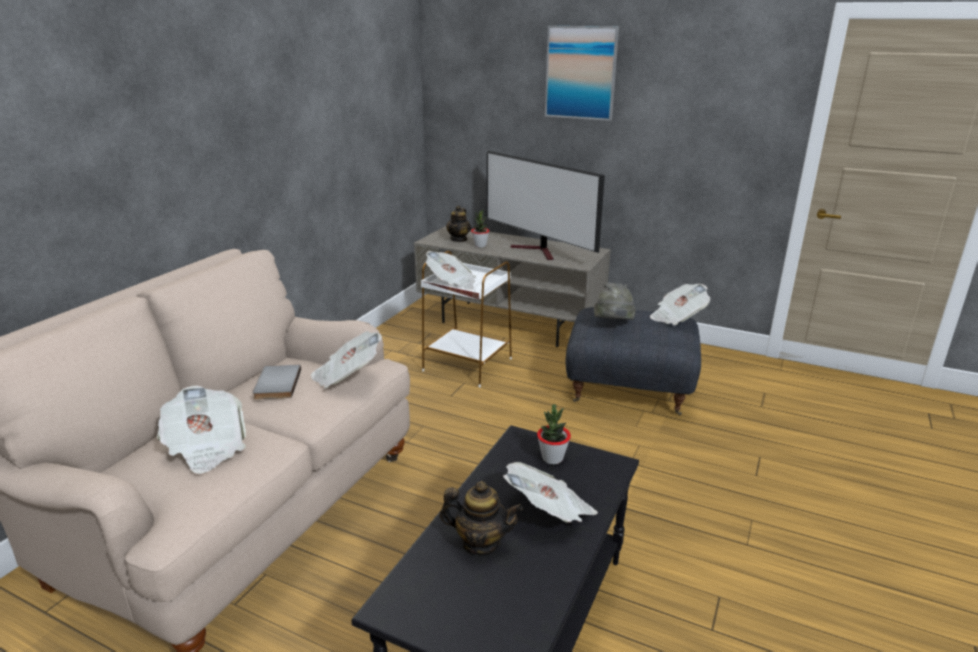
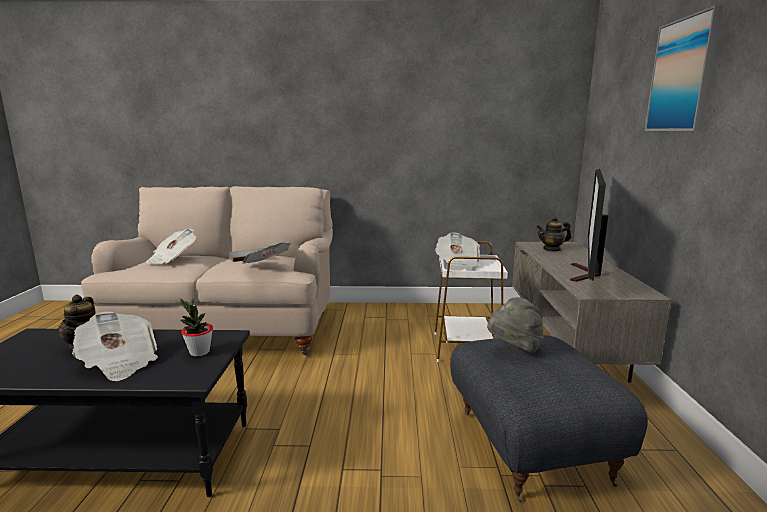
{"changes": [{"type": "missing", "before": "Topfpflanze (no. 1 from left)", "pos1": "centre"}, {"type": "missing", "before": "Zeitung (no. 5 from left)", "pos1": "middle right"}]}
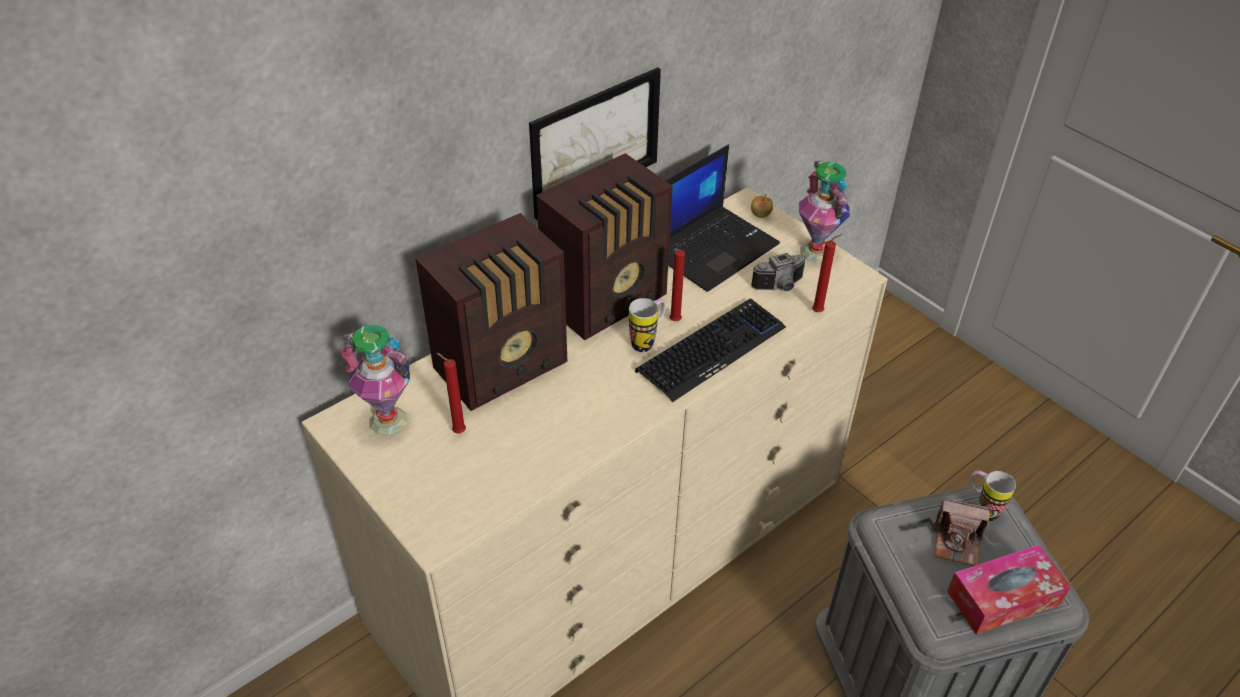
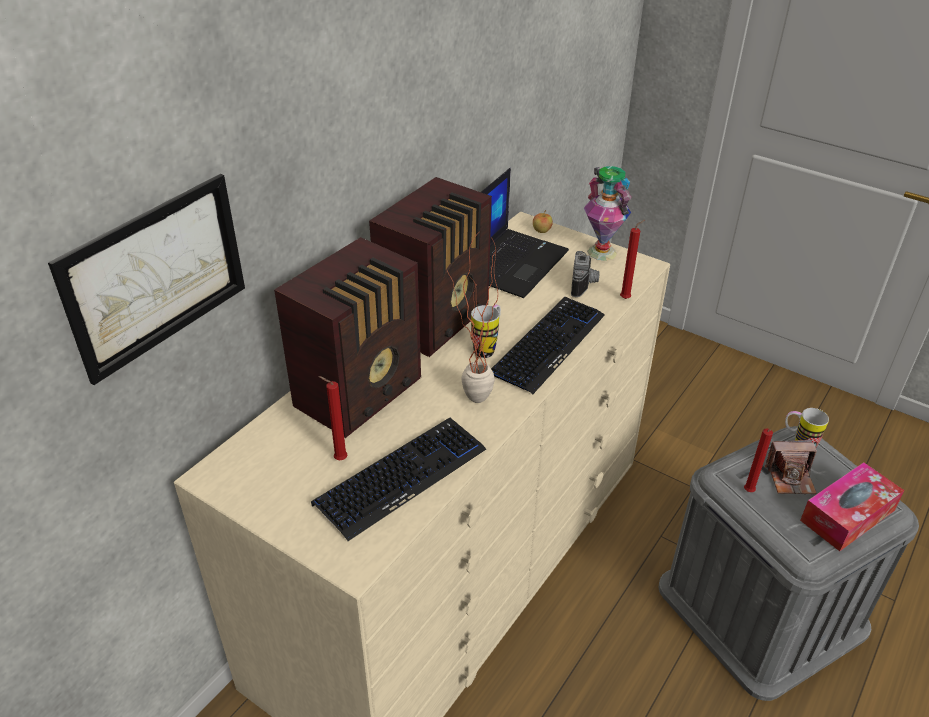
{"changes": [{"type": "missing", "before": "Vase (no. 1 from left)", "pos1": "middle left"}, {"type": "appeared", "after": "Tastatur (no. 1 from left)", "pos2": "bottom centre"}, {"type": "appeared", "after": "Topfpflanze", "pos2": "centre"}, {"type": "relocated", "before": "Bild", "pos1": "top centre", "pos2": "middle left"}, {"type": "relocated", "before": "Kerze/rot (no. 2 from left in the first image)", "after": "Kerze/rot (no. 3 from left)", "pos1": "centre", "pos2": "middle right"}, {"type": "spun", "before": "Kamera (no. 1 from left)", "pos1": "centre", "pos2": "centre", "turn": -45}]}
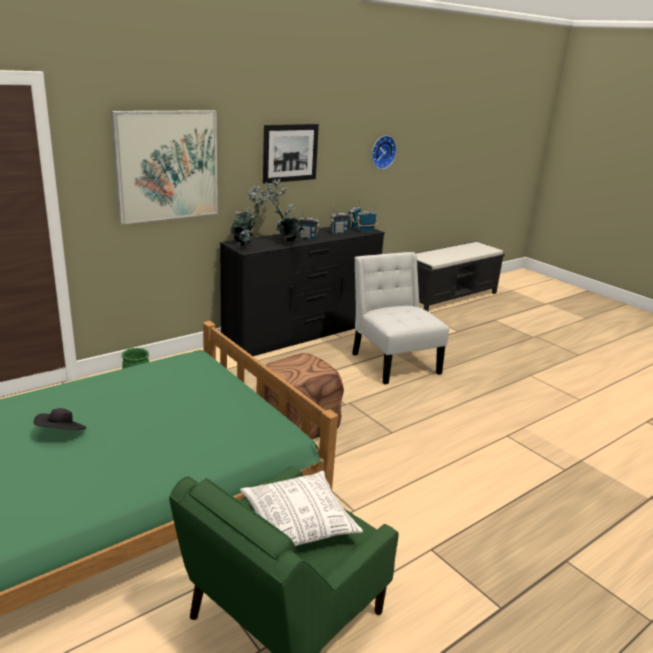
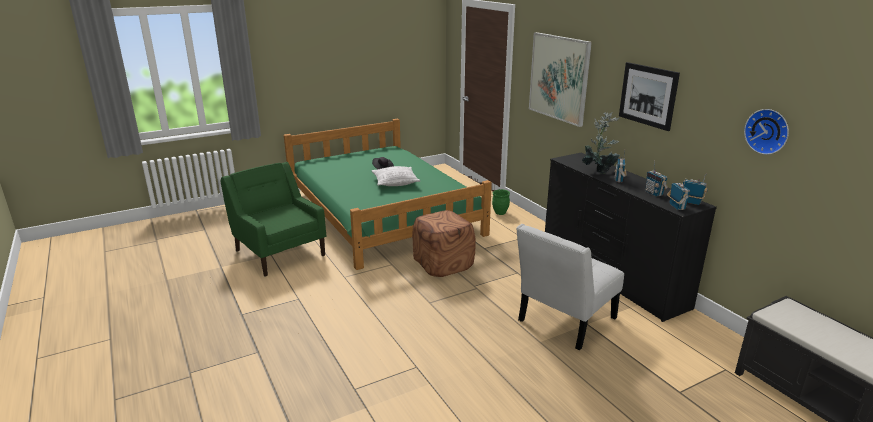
{"changes": [{"type": "missing", "before": "Topfpflanze (no. 1 from left)", "pos1": "top centre"}, {"type": "relocated", "before": "Kissen", "pos1": "bottom centre", "pos2": "centre"}, {"type": "spun", "before": "Stuhl/weiß", "pos1": "centre", "pos2": "bottom centre", "turn": 150}]}
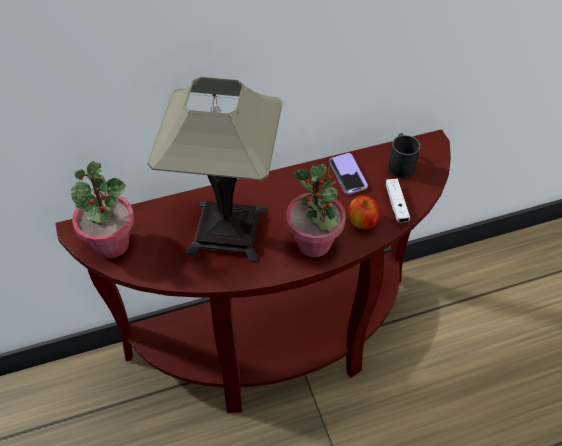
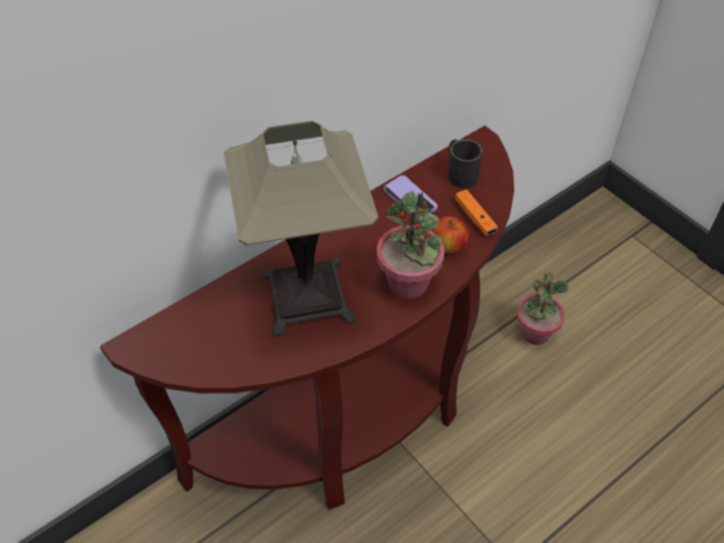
{"changes": [{"type": "relocated", "before": "Topfpflanze (no. 1 from left in the first image)", "after": "Topfpflanze (no. 2 from left)", "pos1": "middle left", "pos2": "middle right"}, {"type": "colour", "before": "Gamepad/weiß", "after": "Gamepad/orange", "pos1": "middle right", "pos2": "centre"}]}
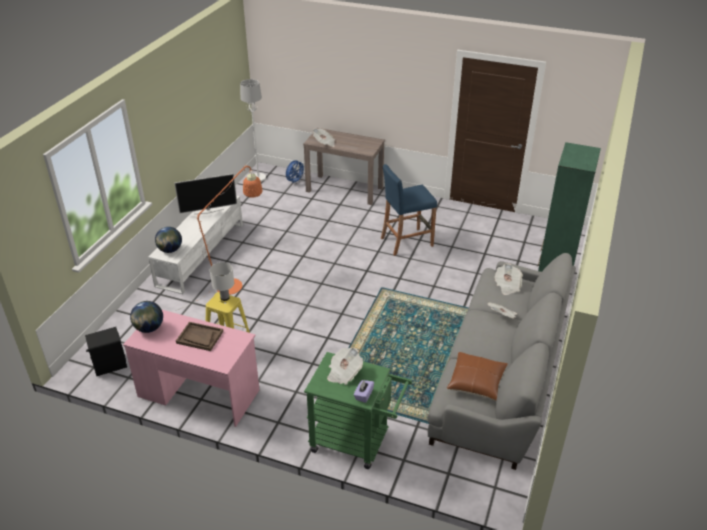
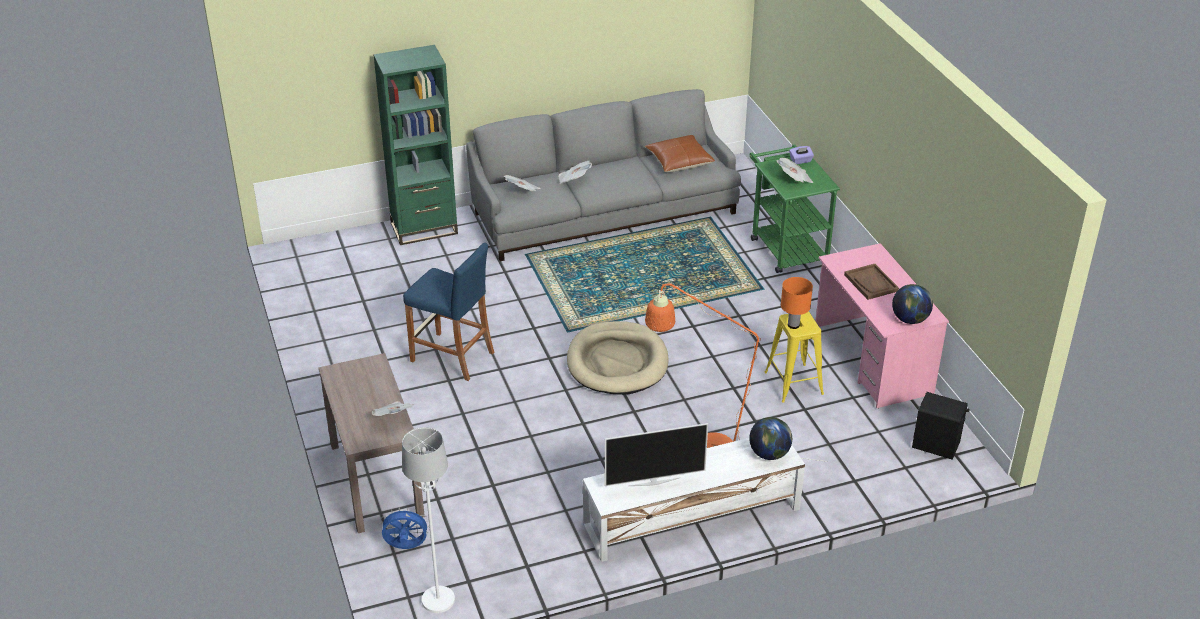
{"changes": [{"type": "appeared", "after": "Hundebett/beige", "pos2": "centre"}, {"type": "colour", "before": "Tischlampe/weiß", "after": "Tischlampe/orange", "pos1": "middle left", "pos2": "centre"}, {"type": "spun", "before": "Fernseher", "pos1": "middle left", "pos2": "bottom centre", "turn": 135}]}
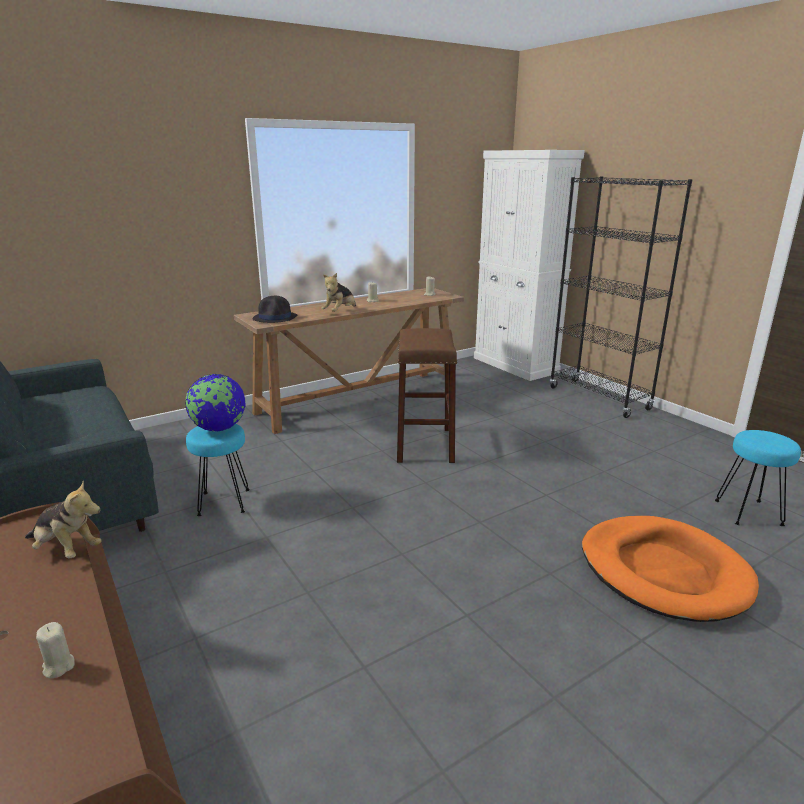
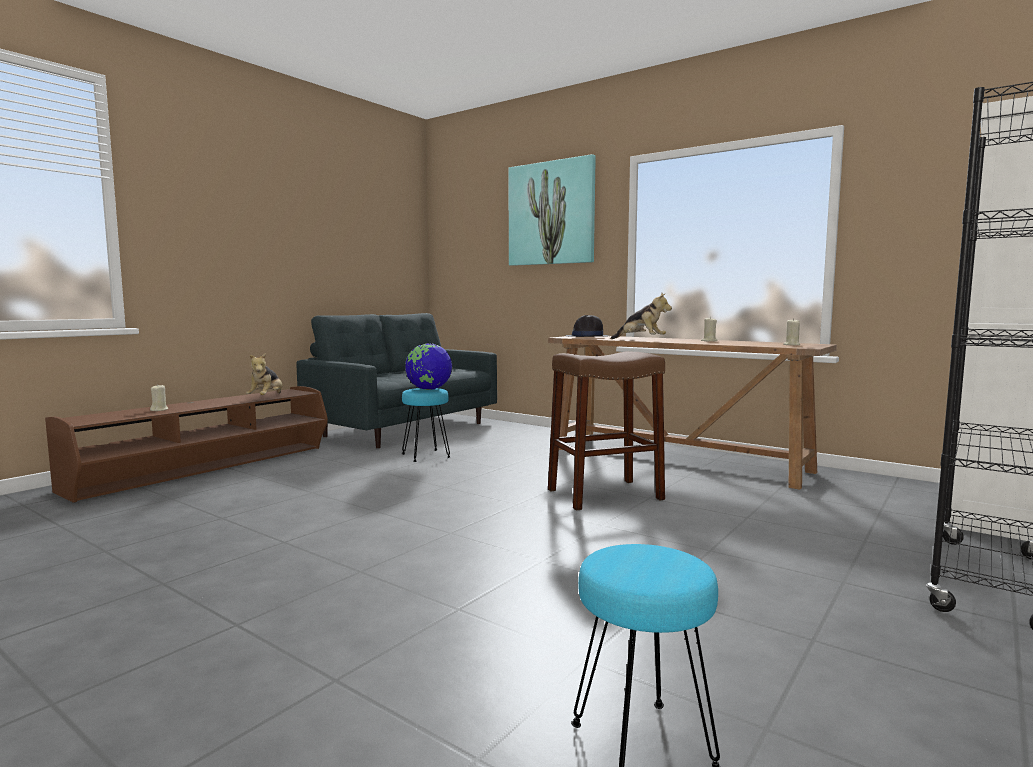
{"changes": [{"type": "missing", "before": "Hundebett/orange", "pos1": "bottom right"}, {"type": "appeared", "after": "Bild", "pos2": "top centre"}, {"type": "spun", "before": "Plüschtier (no. 2 from left)", "pos1": "centre", "pos2": "centre", "turn": -150}]}
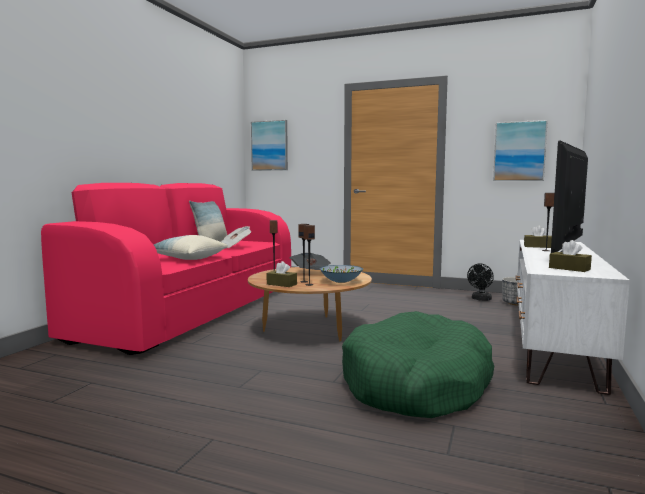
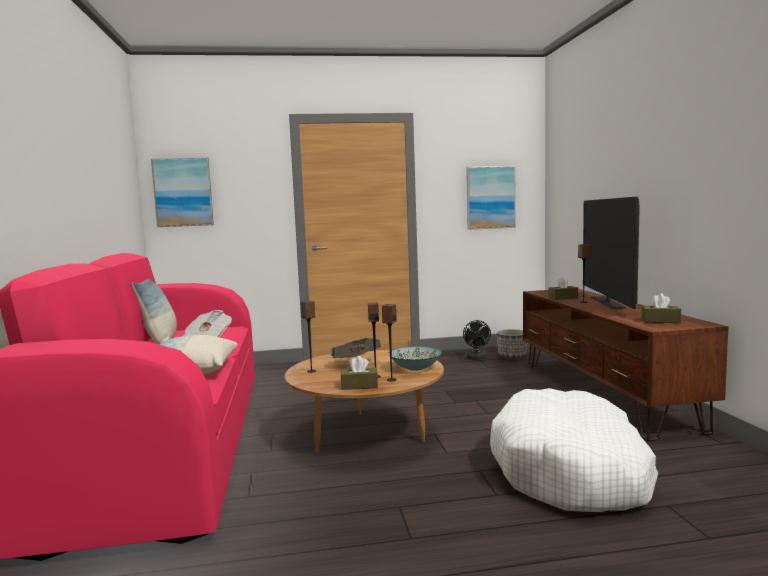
{"changes": [{"type": "colour", "before": "Hundebett/grün", "after": "Hundebett/weiß", "pos1": "bottom centre", "pos2": "bottom right"}, {"type": "colour", "before": "Fernsehschrank/weiß", "after": "Fernsehschrank/braun", "pos1": "middle right", "pos2": "middle right"}]}
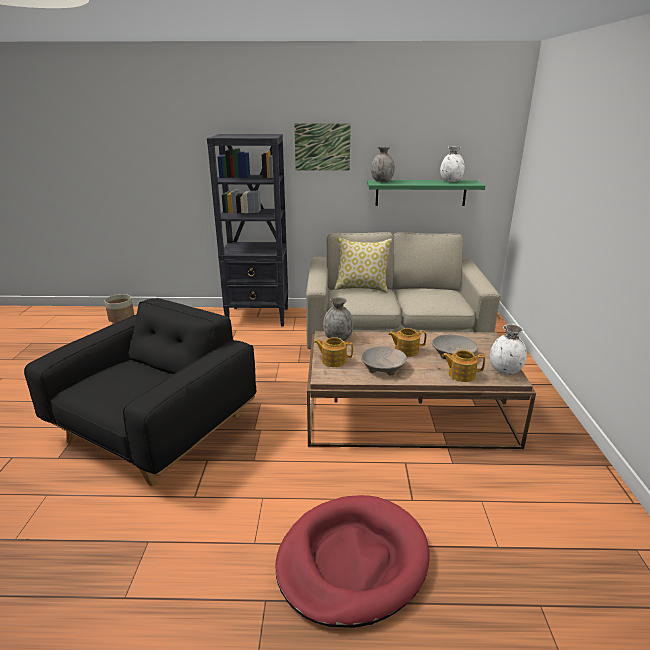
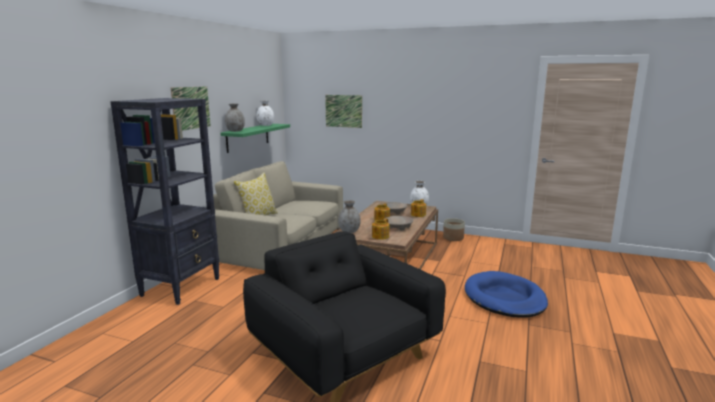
{"changes": [{"type": "appeared", "after": "Bild (no. 2 from left)", "pos2": "top centre"}, {"type": "relocated", "before": "Pflanzkübel", "pos1": "middle left", "pos2": "centre"}, {"type": "colour", "before": "Hundebett/rot", "after": "Hundebett/blau", "pos1": "bottom centre", "pos2": "bottom right"}]}
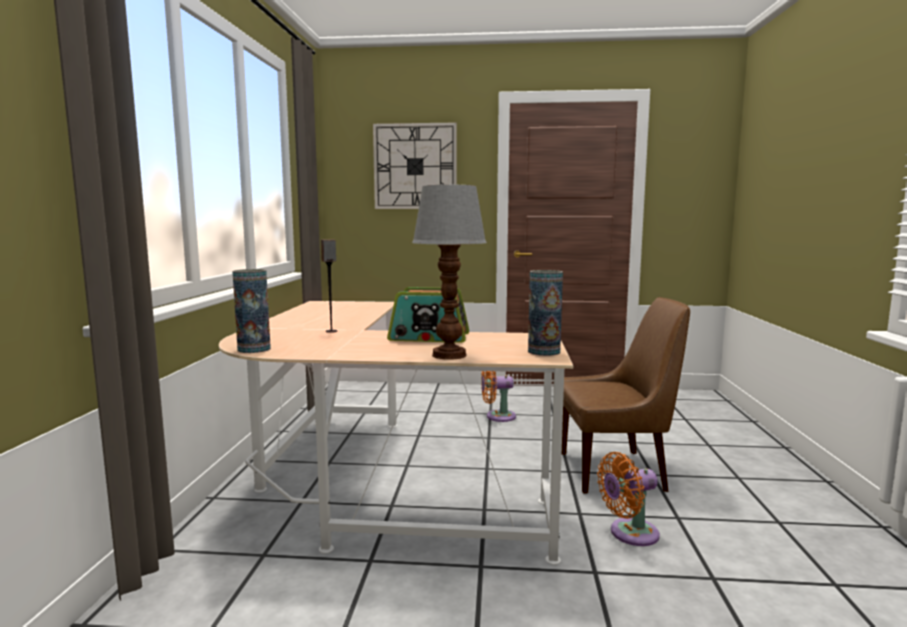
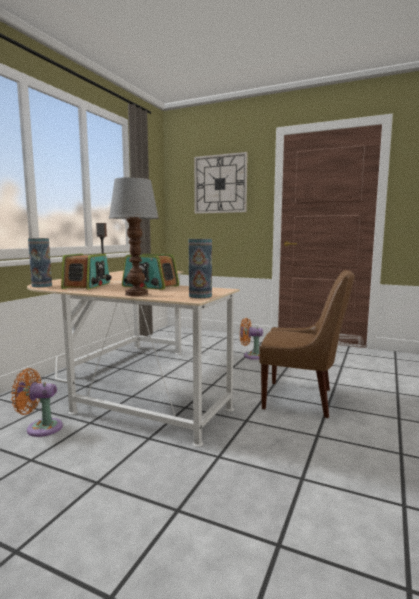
{"changes": [{"type": "appeared", "after": "Radio (no. 1 from left)", "pos2": "middle left"}, {"type": "relocated", "before": "Ventilator/orange (no. 2 from left in the first image)", "after": "Ventilator/orange (no. 1 from left)", "pos1": "bottom right", "pos2": "bottom left"}]}
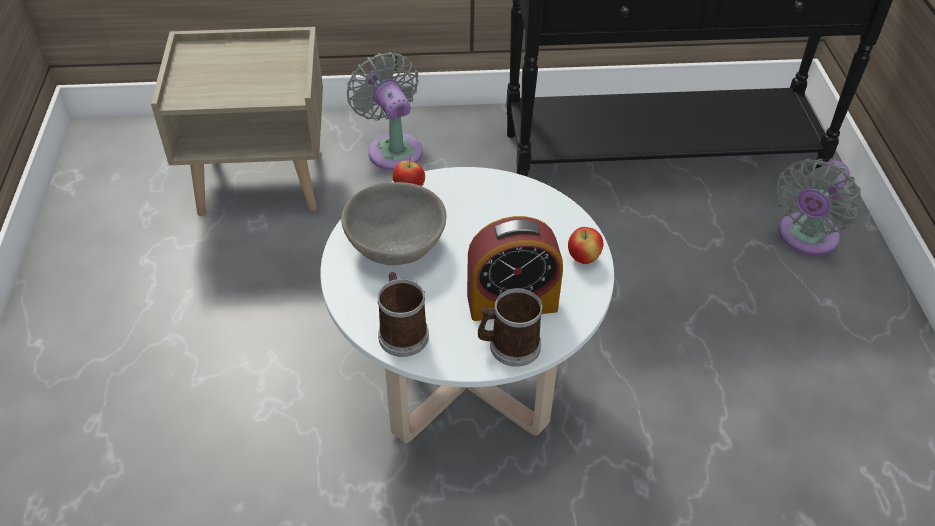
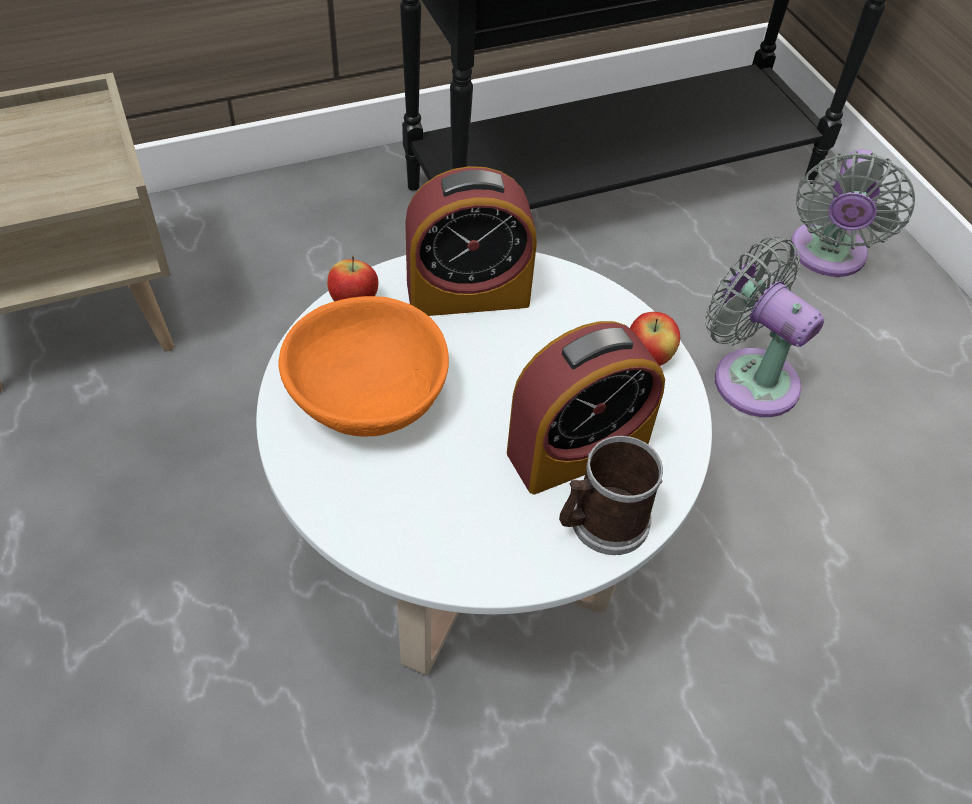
{"changes": [{"type": "missing", "before": "Henkelbecher (no. 1 from left)", "pos1": "centre"}, {"type": "appeared", "after": "Wecker (no. 1 from left)", "pos2": "top centre"}, {"type": "relocated", "before": "Ventilator/grau (no. 1 from left)", "pos1": "top centre", "pos2": "middle right"}, {"type": "colour", "before": "Schüssel/grau", "after": "Schüssel/orange", "pos1": "centre", "pos2": "centre"}]}
